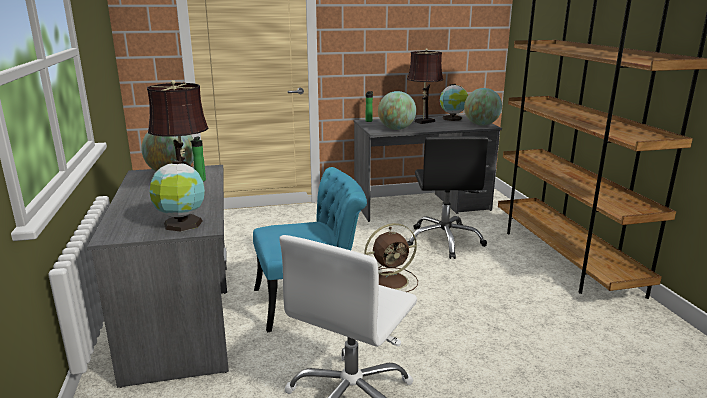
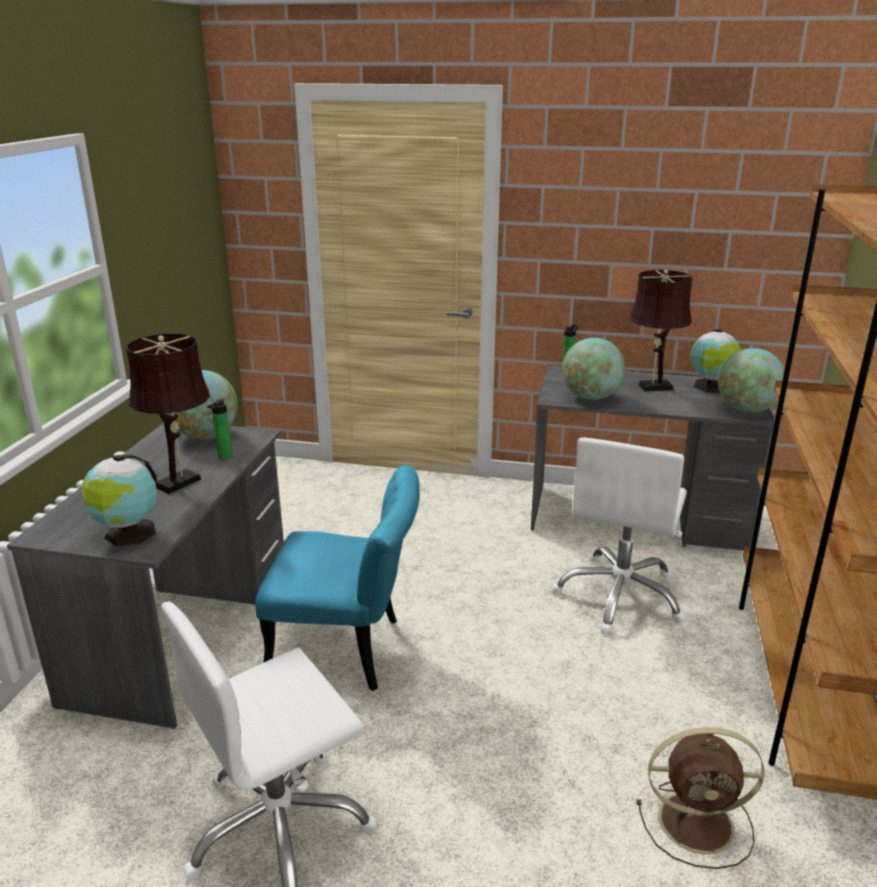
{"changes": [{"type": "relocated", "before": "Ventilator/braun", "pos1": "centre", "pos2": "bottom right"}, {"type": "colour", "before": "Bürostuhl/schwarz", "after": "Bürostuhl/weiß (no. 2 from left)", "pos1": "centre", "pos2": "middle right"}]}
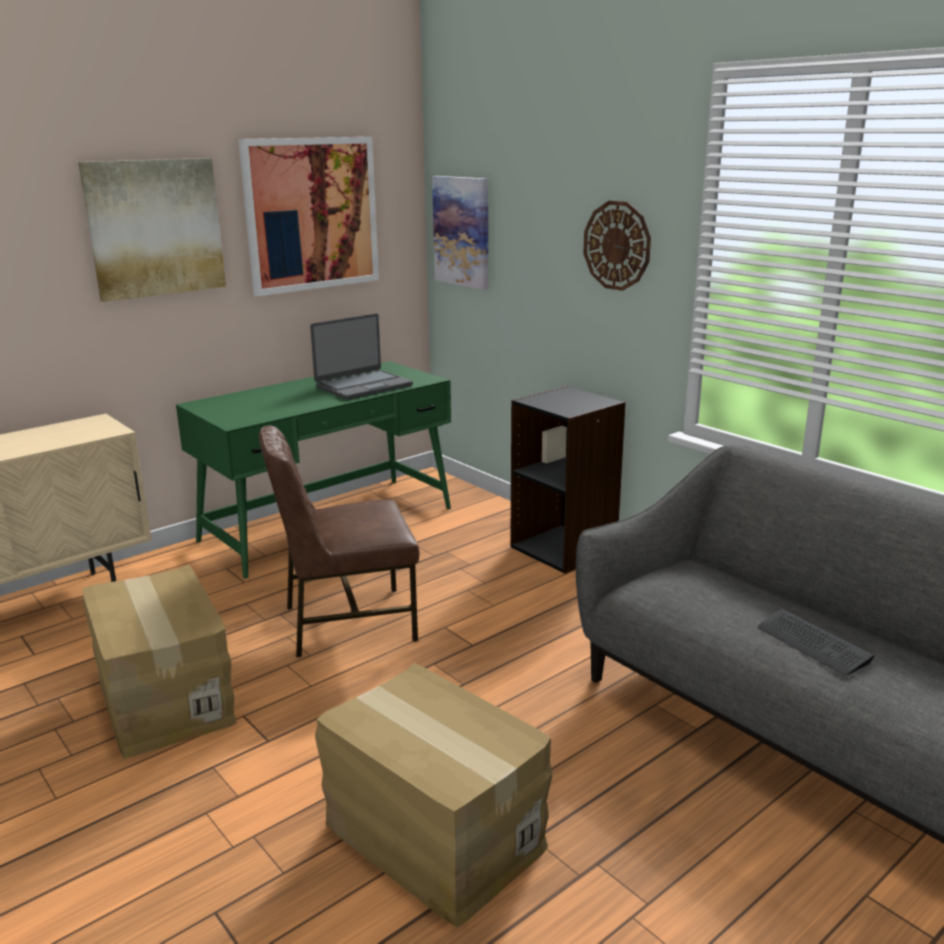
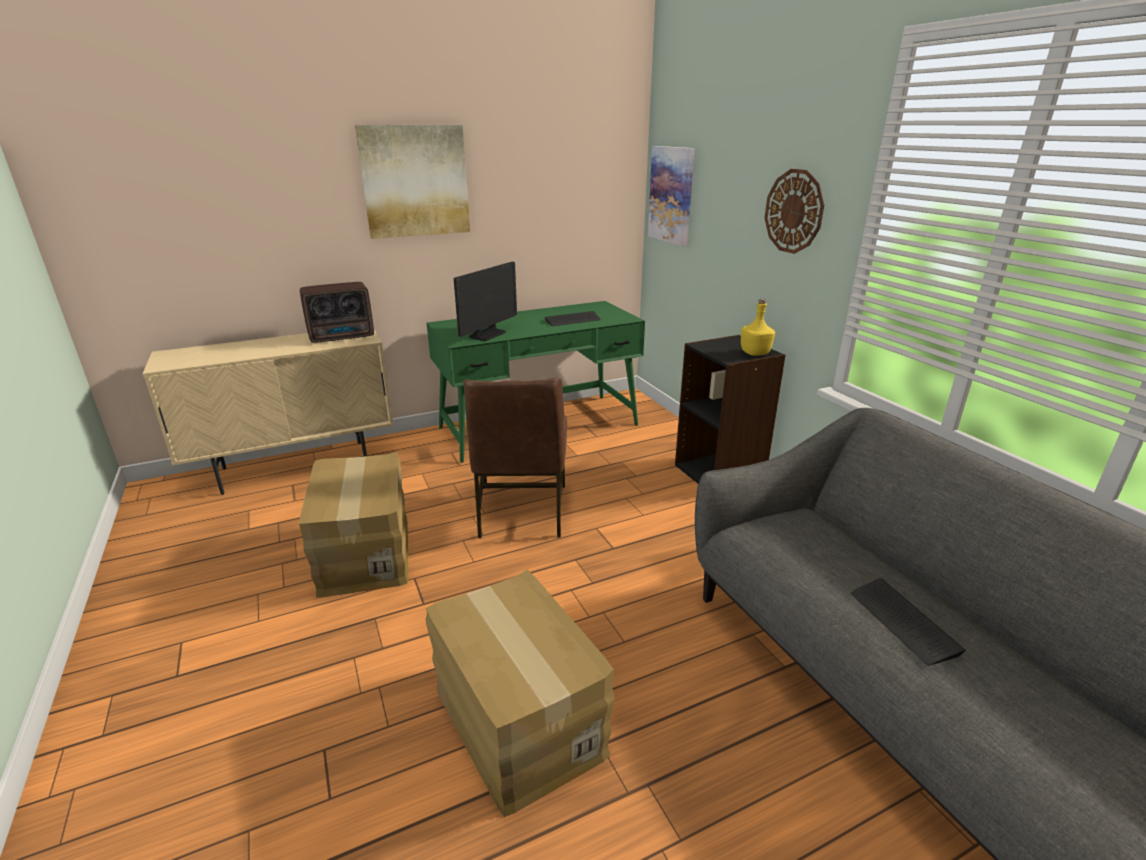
{"changes": [{"type": "missing", "before": "Bild (no. 2 from left)", "pos1": "top left"}, {"type": "appeared", "after": "Radio", "pos2": "middle left"}, {"type": "appeared", "after": "Monitor", "pos2": "centre"}, {"type": "appeared", "after": "Flasche/gelb", "pos2": "centre"}, {"type": "exchanged", "before": "Laptop", "after": "Tastatur (no. 1 from left)", "pos1": "centre", "pos2": "centre"}, {"type": "spun", "before": "Stuhl/braun", "pos1": "centre", "pos2": "centre", "turn": -90}]}
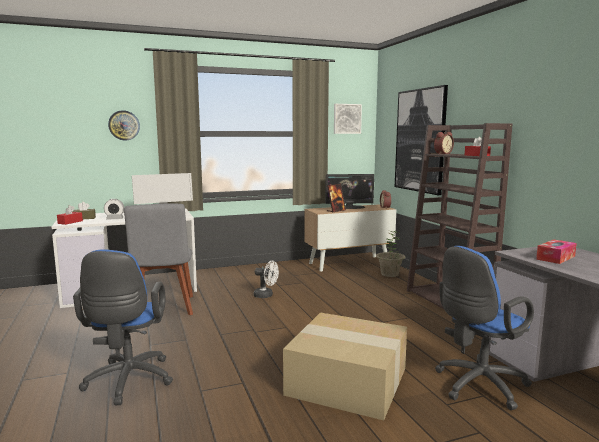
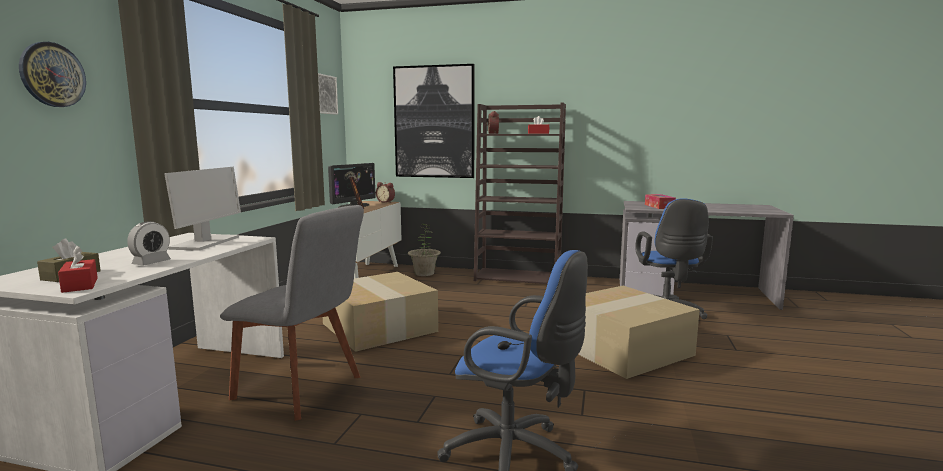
{"changes": [{"type": "exchanged", "before": "Ventilator/weiß", "after": "Karton (no. 1 from left)", "pos1": "centre", "pos2": "centre"}]}
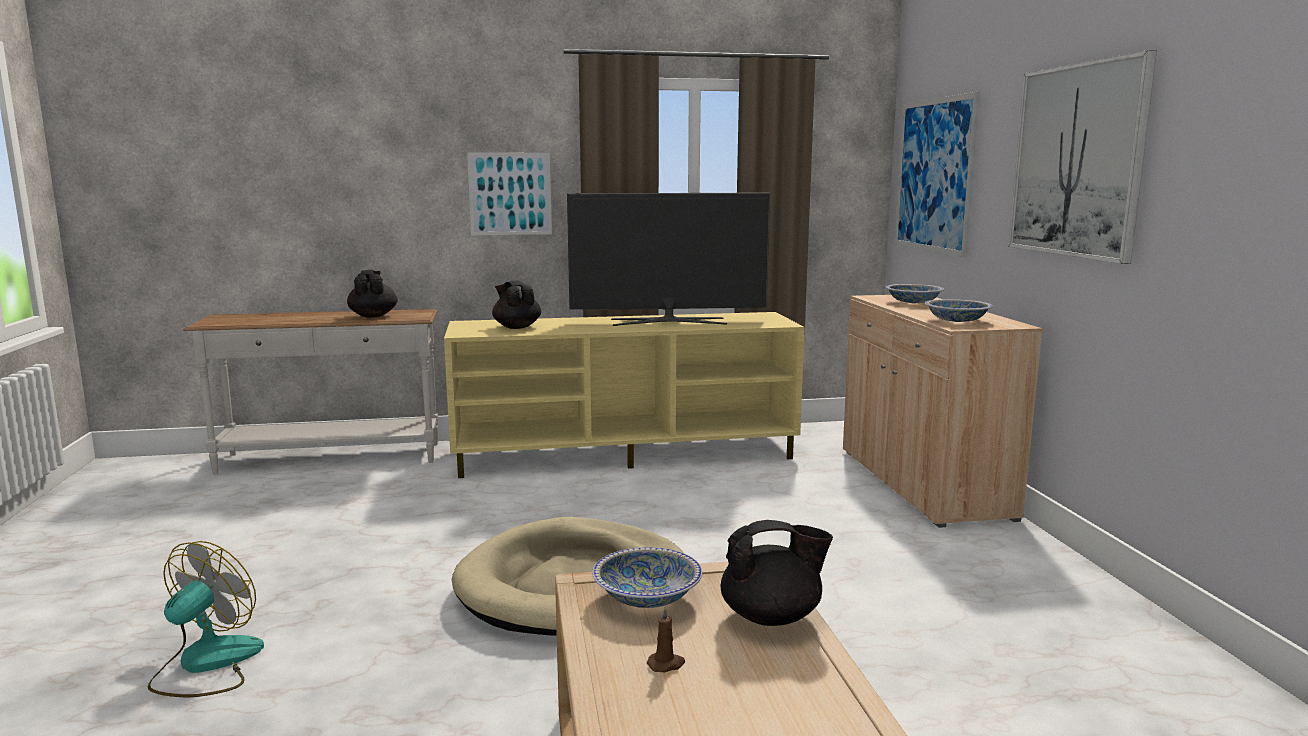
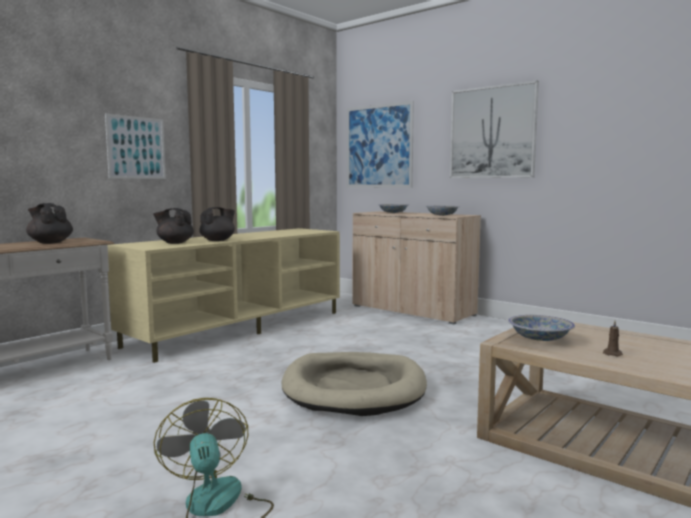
{"changes": [{"type": "missing", "before": "Fernseher", "pos1": "centre"}, {"type": "relocated", "before": "Teekanne/schwarz (no. 3 from left)", "pos1": "bottom centre", "pos2": "middle left"}]}
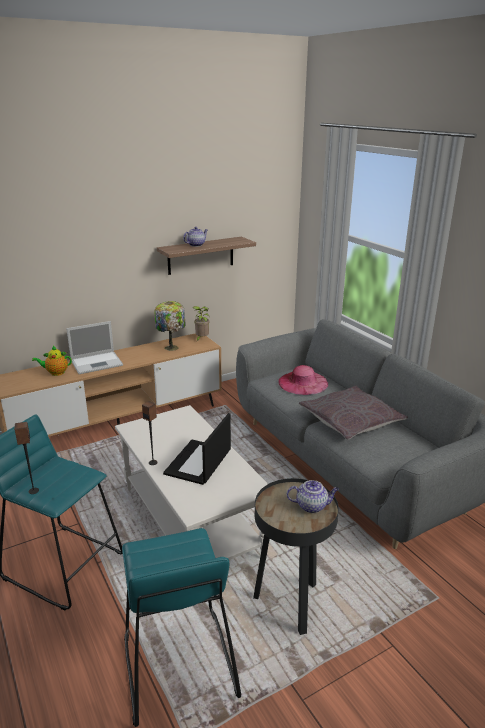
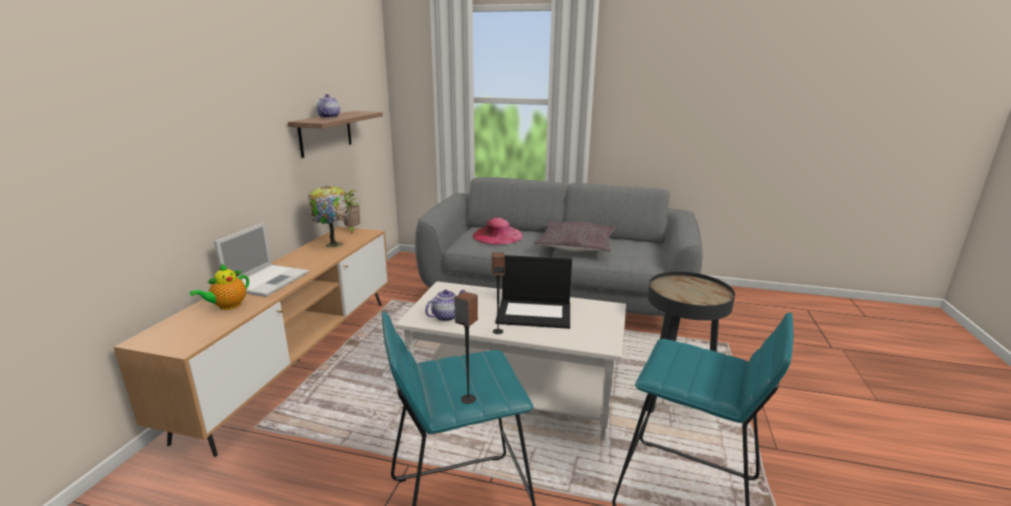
{"changes": [{"type": "relocated", "before": "Teekanne (no. 3 from left)", "pos1": "bottom centre", "pos2": "centre"}, {"type": "spun", "before": "Laptop (no. 2 from left)", "pos1": "centre", "pos2": "centre", "turn": -60}]}
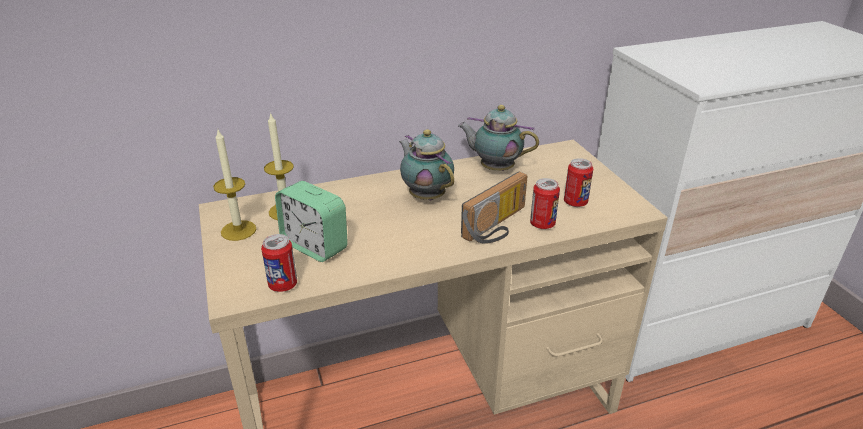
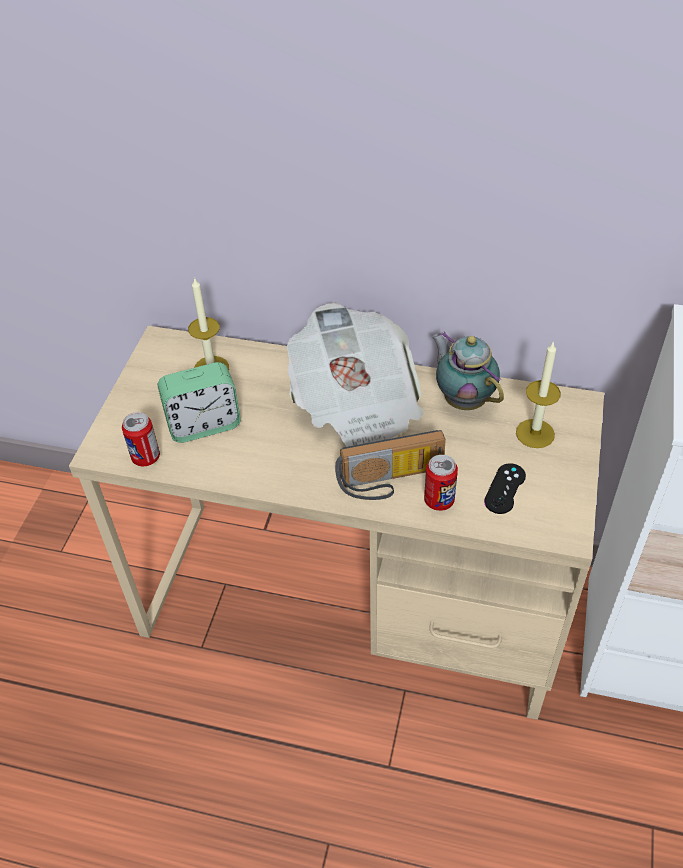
{"changes": [{"type": "relocated", "before": "Kerze (no. 1 from left in the first image)", "after": "Kerze (no. 2 from left)", "pos1": "middle left", "pos2": "middle right"}, {"type": "exchanged", "before": "Teekanne (no. 1 from left)", "after": "Zeitung", "pos1": "centre", "pos2": "centre"}, {"type": "exchanged", "before": "Dose (no. 3 from left)", "after": "Gamepad/schwarz", "pos1": "middle right", "pos2": "middle right"}, {"type": "spun", "before": "Wecker", "pos1": "centre", "pos2": "middle left", "turn": -90}]}
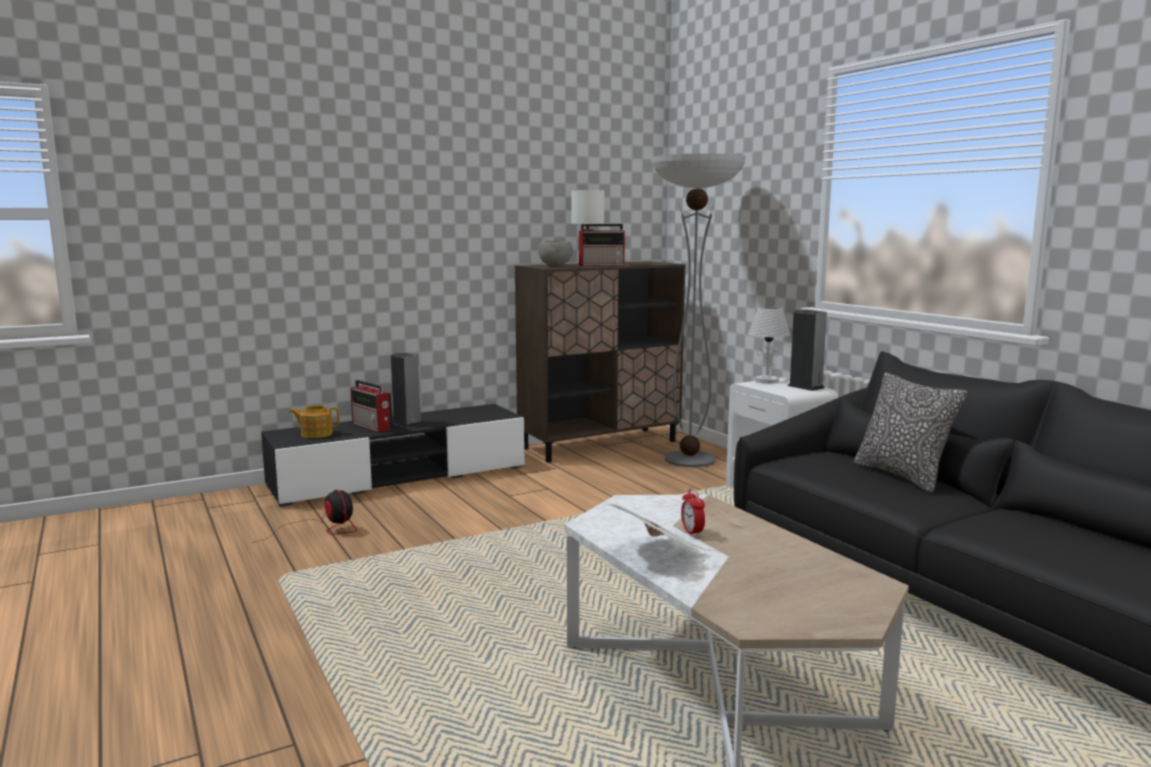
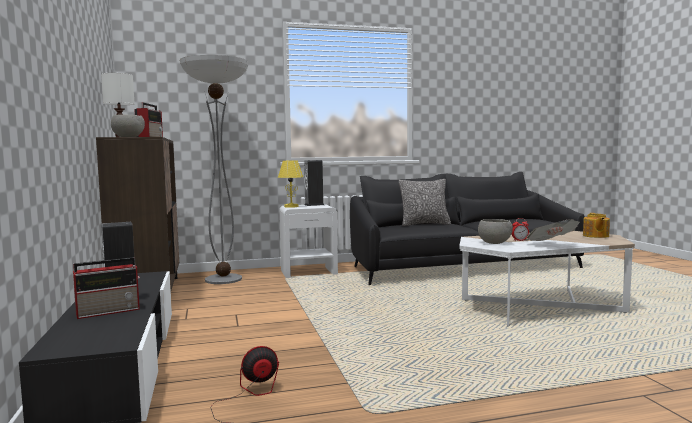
{"changes": [{"type": "appeared", "after": "Schüssel/grau (no. 2 from left)", "pos2": "middle right"}, {"type": "relocated", "before": "Teekanne", "pos1": "middle left", "pos2": "middle right"}, {"type": "colour", "before": "Tischlampe/weiß (no. 2 from left)", "after": "Tischlampe/gelb", "pos1": "middle right", "pos2": "centre"}]}
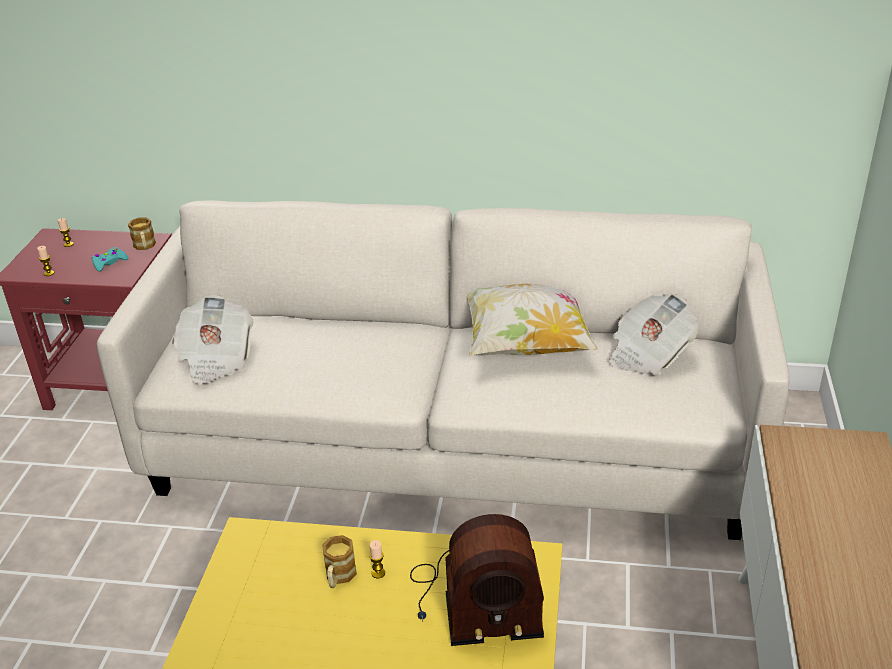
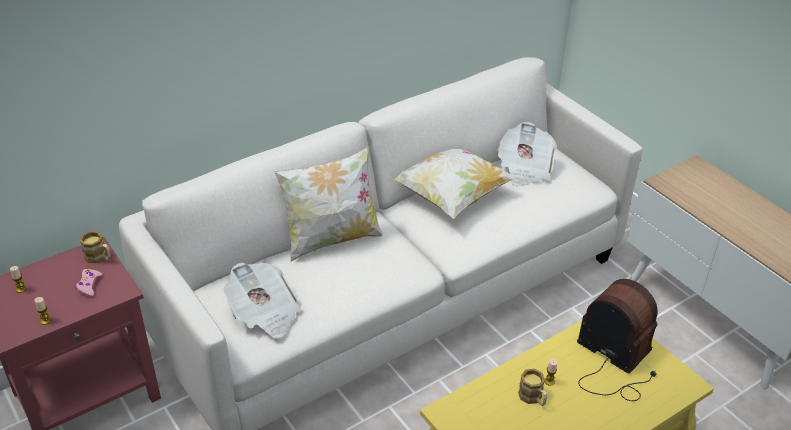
{"changes": [{"type": "appeared", "after": "Kissen (no. 1 from left)", "pos2": "centre"}, {"type": "colour", "before": "Gamepad/türkis", "after": "Gamepad/rosa", "pos1": "middle left", "pos2": "middle left"}, {"type": "spun", "before": "Radio", "pos1": "bottom centre", "pos2": "bottom right", "turn": -90}]}
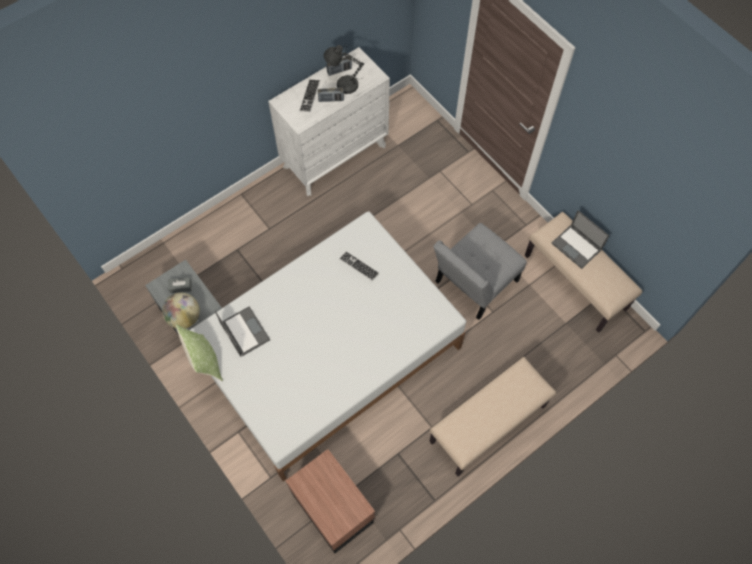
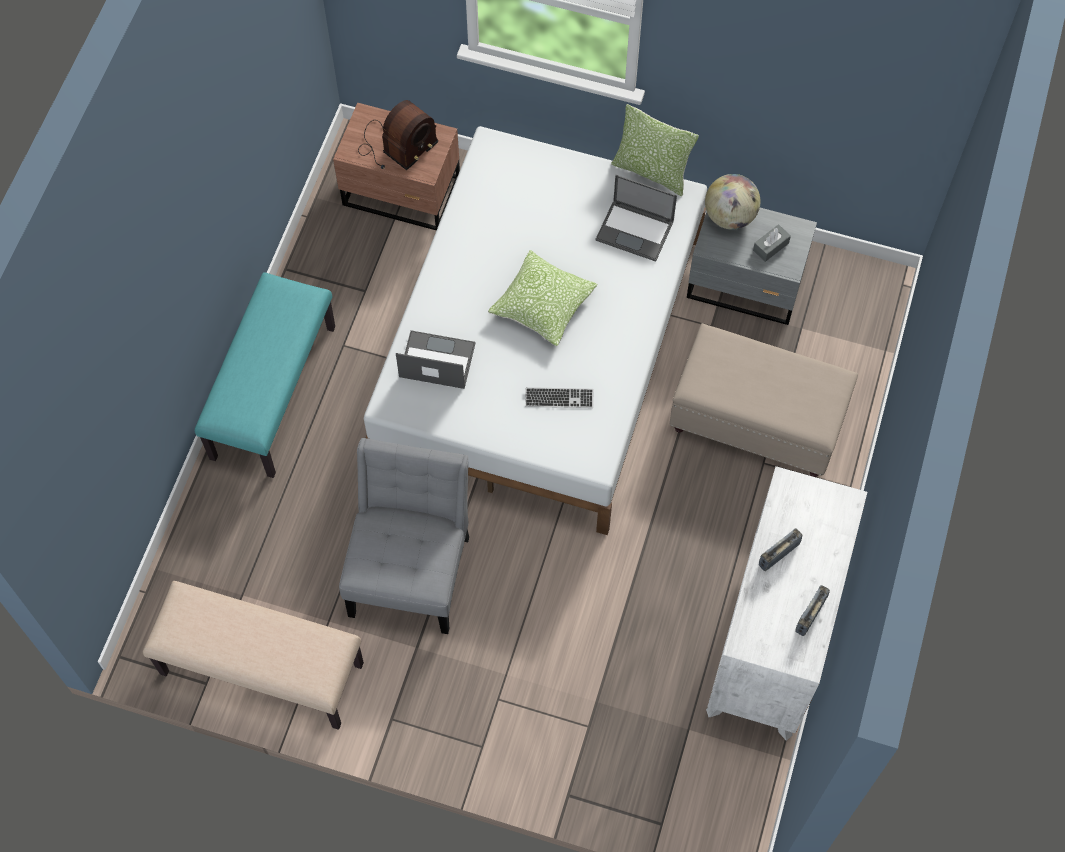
{"changes": [{"type": "missing", "before": "Tastatur (no. 1 from left)", "pos1": "top centre"}, {"type": "missing", "before": "Tischlampe/grau", "pos1": "top centre"}, {"type": "appeared", "after": "Radio (no. 1 from left)", "pos2": "top centre"}, {"type": "appeared", "after": "Kissen (no. 1 from left)", "pos2": "centre"}, {"type": "appeared", "after": "Polsterhocker/beige", "pos2": "middle right"}, {"type": "relocated", "before": "Laptop (no. 2 from left in the first image)", "after": "Laptop (no. 1 from left)", "pos1": "middle right", "pos2": "centre"}, {"type": "colour", "before": "Bank/beige (no. 1 from left)", "after": "Bank/türkis", "pos1": "bottom centre", "pos2": "middle left"}]}
